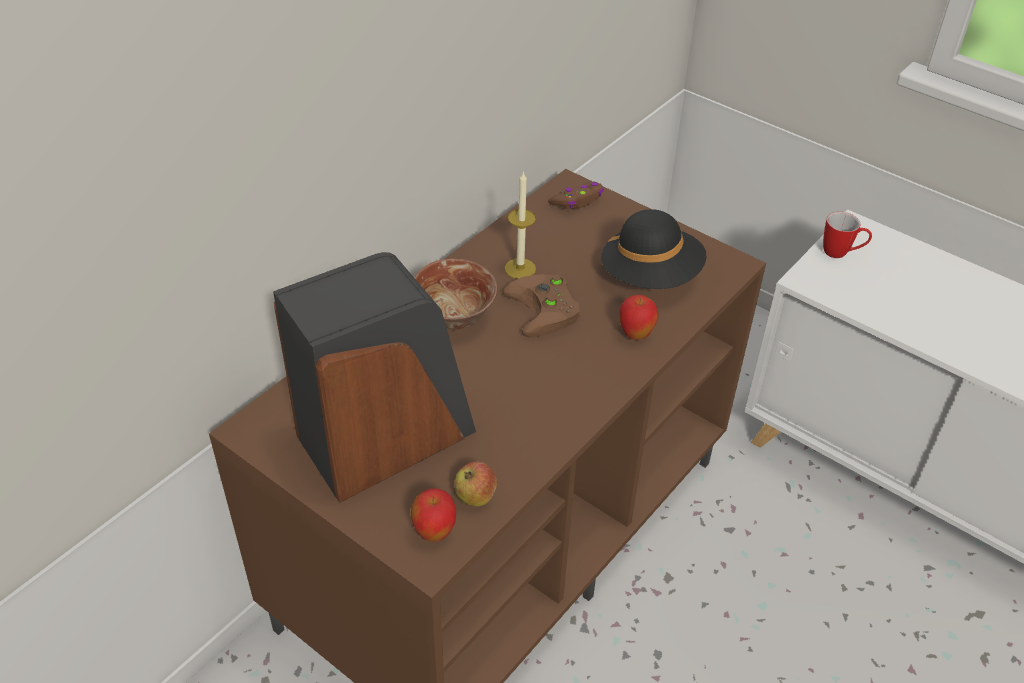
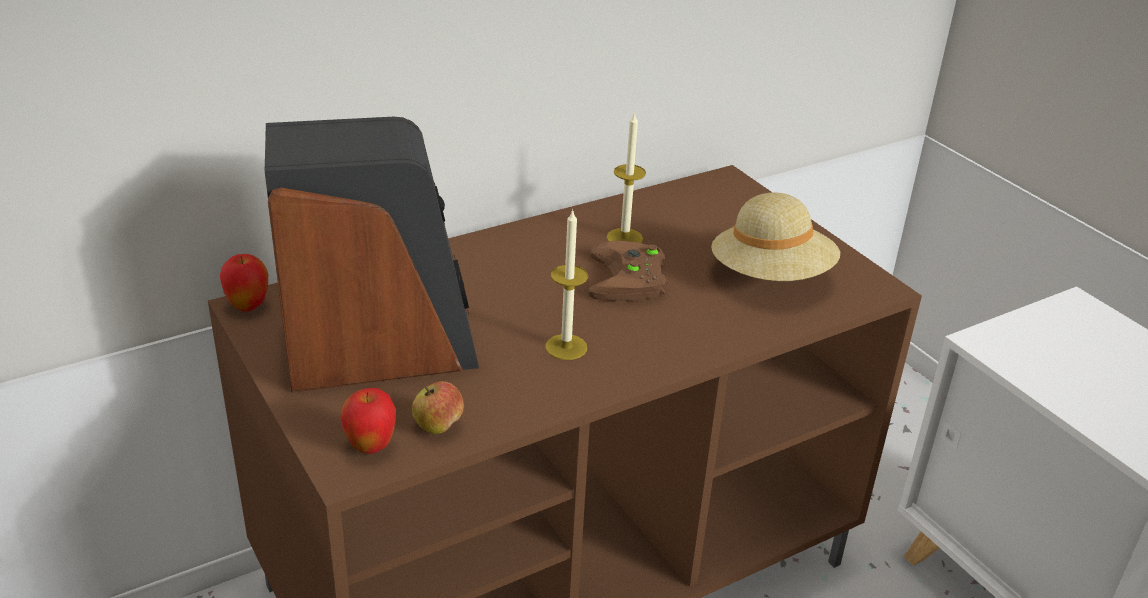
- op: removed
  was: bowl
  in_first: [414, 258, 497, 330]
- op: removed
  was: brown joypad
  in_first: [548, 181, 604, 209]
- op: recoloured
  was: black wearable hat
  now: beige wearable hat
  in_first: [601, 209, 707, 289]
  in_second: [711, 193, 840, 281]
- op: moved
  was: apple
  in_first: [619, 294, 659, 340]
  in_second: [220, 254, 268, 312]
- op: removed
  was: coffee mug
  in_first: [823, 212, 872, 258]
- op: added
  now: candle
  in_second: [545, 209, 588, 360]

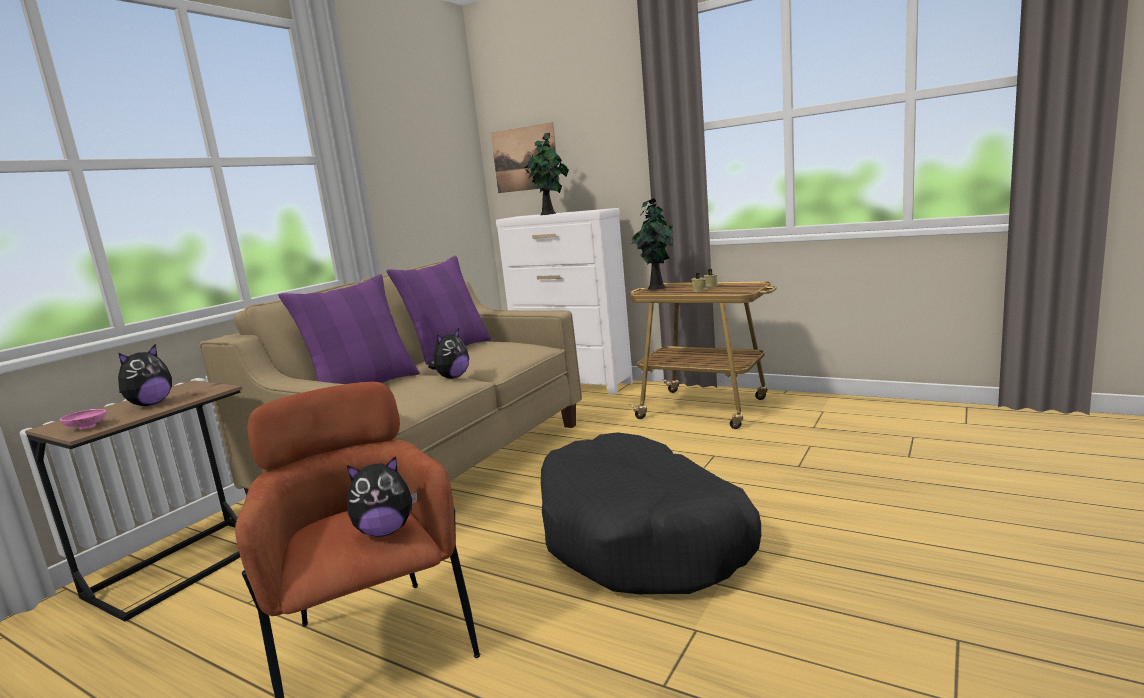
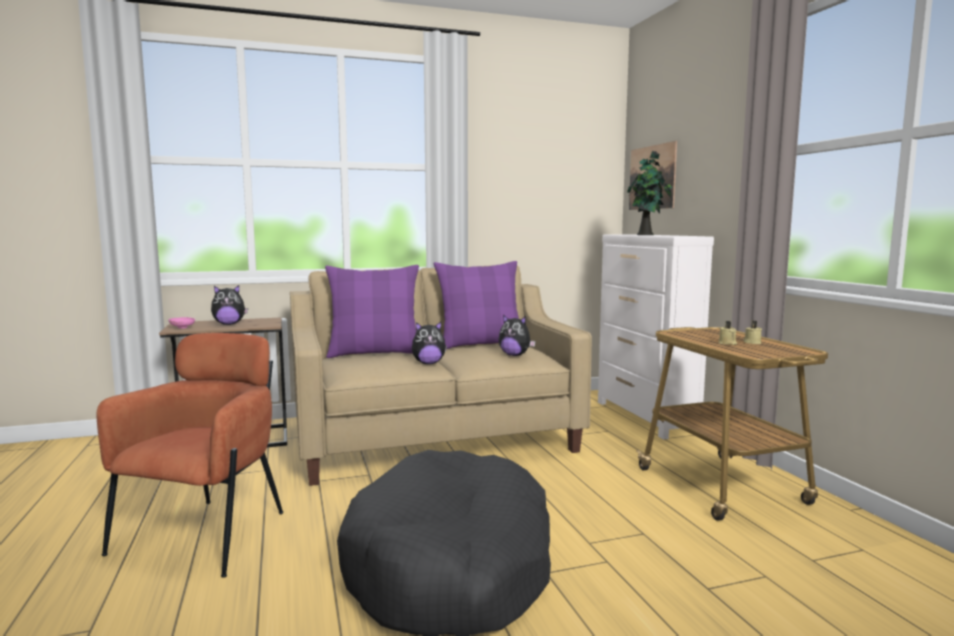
- op: moved
  was: cuddly toy
  in_first: [347, 456, 417, 537]
  in_second: [499, 315, 536, 356]
- op: removed
  was: houseplant
  in_first: [631, 198, 673, 290]

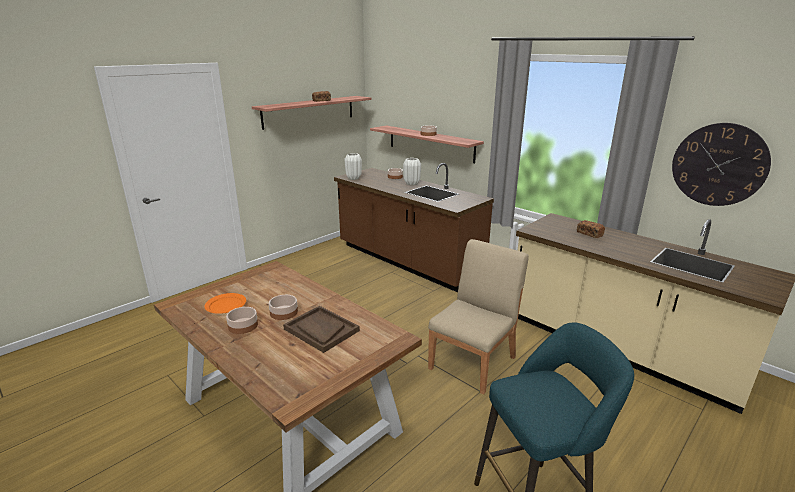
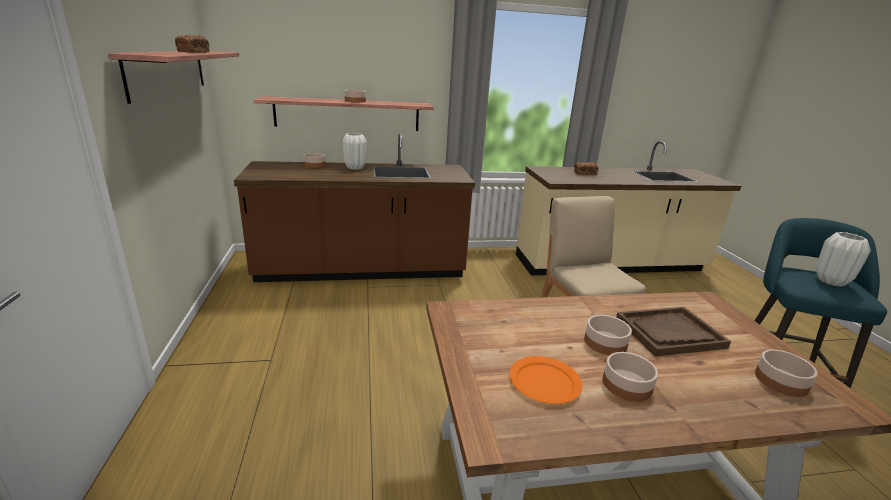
- op: moved
  was: white-coloured vase
  in_first: [344, 153, 362, 180]
  in_second: [816, 232, 871, 287]
- op: removed
  was: clock on the wall
  in_first: [672, 123, 771, 206]
- op: added
  now: bowl
  in_second: [755, 349, 818, 397]

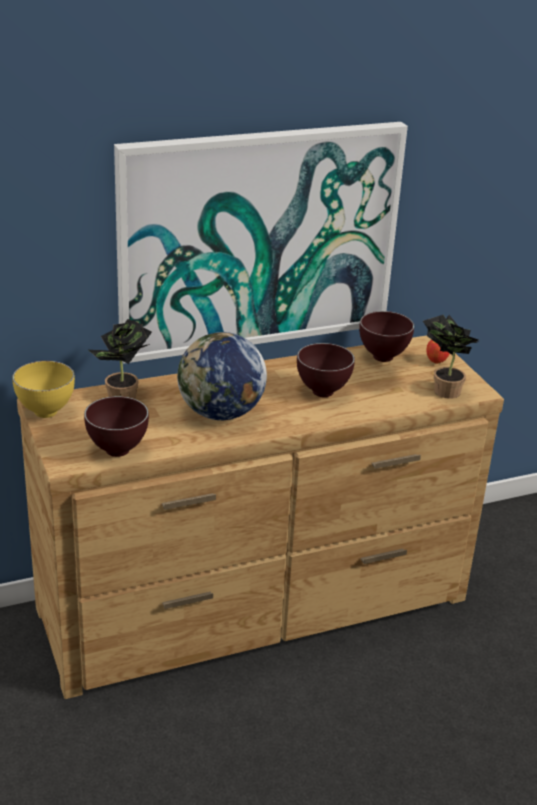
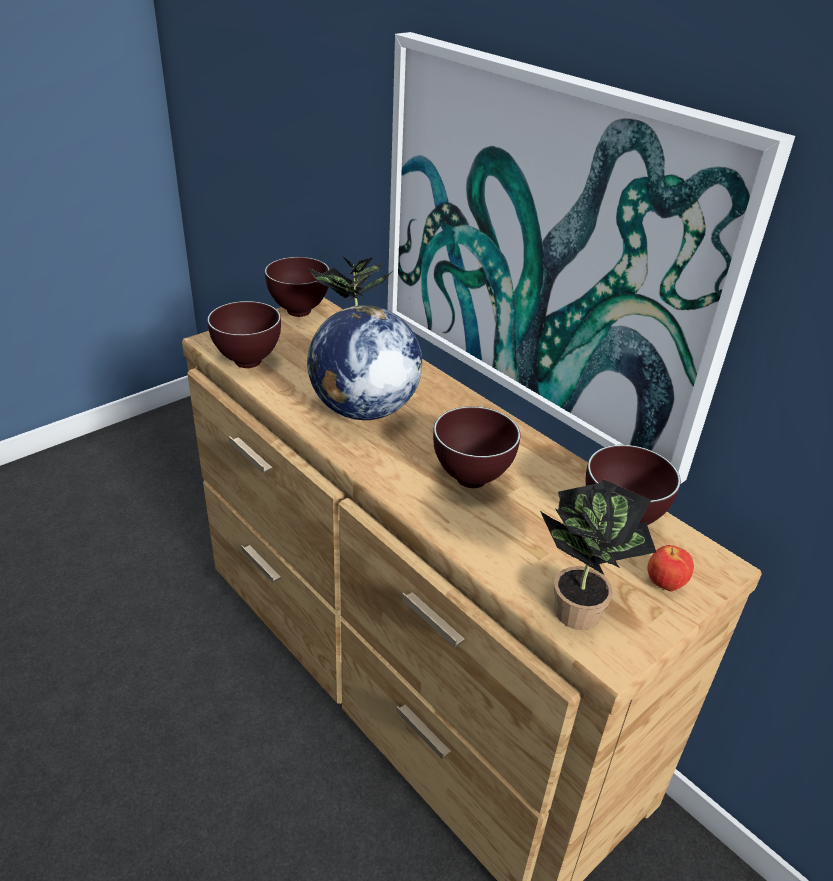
- op: recoloured
  was: yellow-coloured bowl
  now: brown bowl
  in_first: [12, 361, 75, 418]
  in_second: [265, 257, 330, 317]

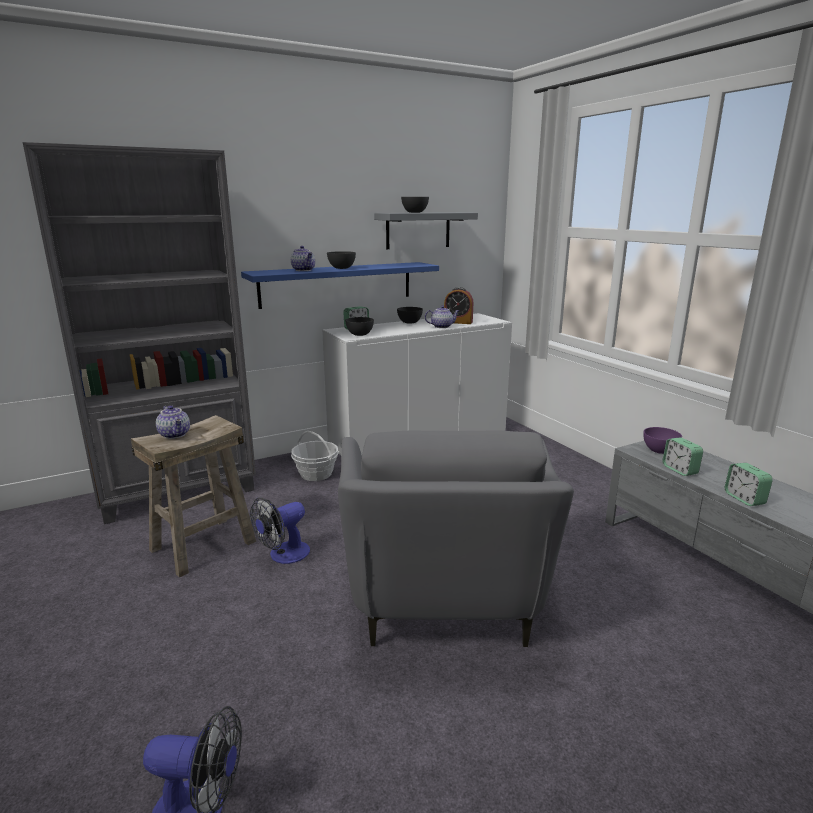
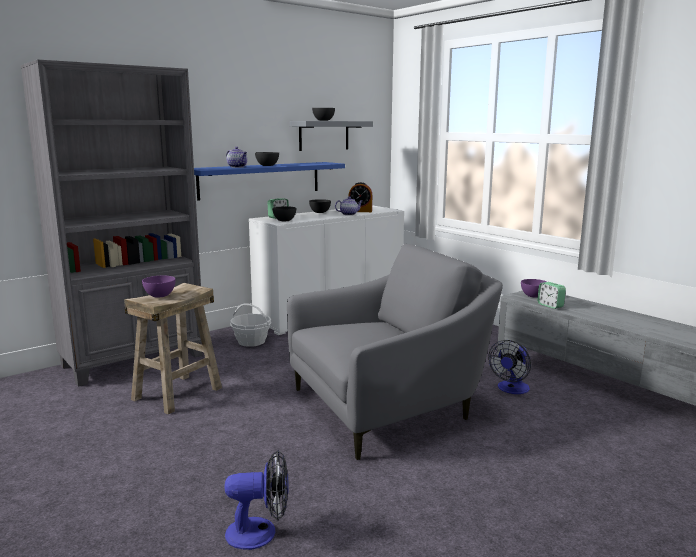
- op: replaced
  was: tea pot
  now: purplish bowl
  in_first: [156, 405, 190, 439]
  in_second: [142, 276, 176, 298]
- op: moved
  was: fan
  in_first: [250, 498, 310, 564]
  in_second: [488, 340, 531, 394]
- op: turned
  was: greyish easy chair
  in_first: [338, 430, 574, 647]
  in_second: [287, 244, 503, 460]
  clockwise: -105
- op: removed
  was: bedside clock
  in_first: [725, 463, 773, 506]

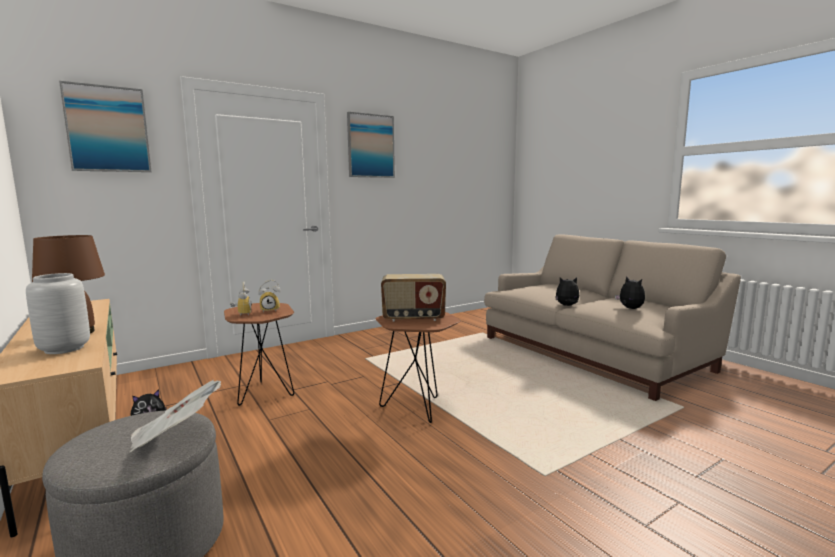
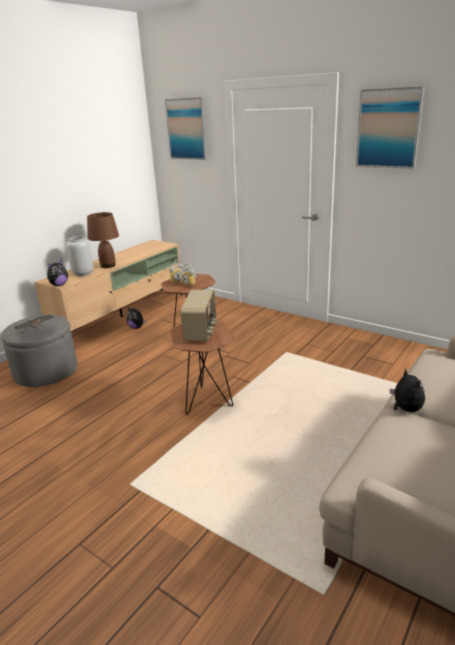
- op: turned
  was: radio
  in_first: [381, 274, 446, 322]
  in_second: [181, 290, 217, 341]
  clockwise: -150
- op: moved
  was: cuddly toy
  in_first: [615, 277, 645, 309]
  in_second: [47, 260, 68, 286]

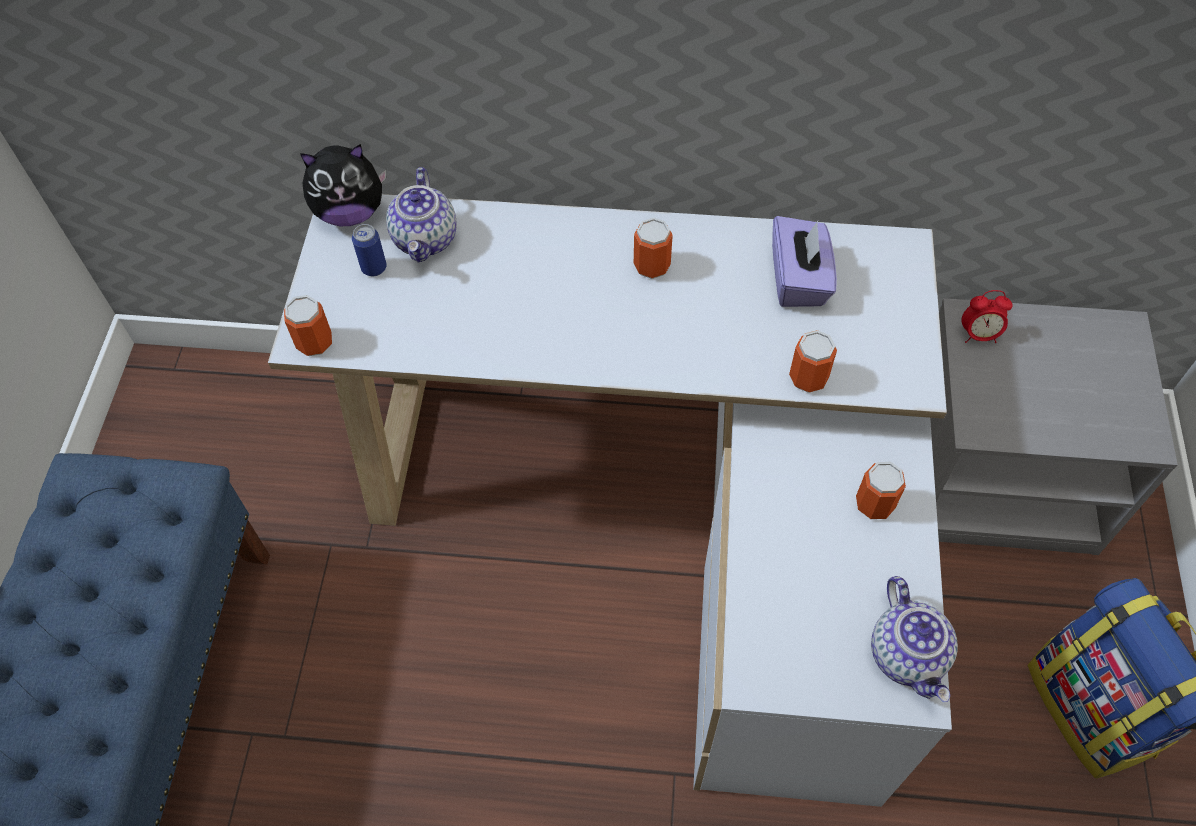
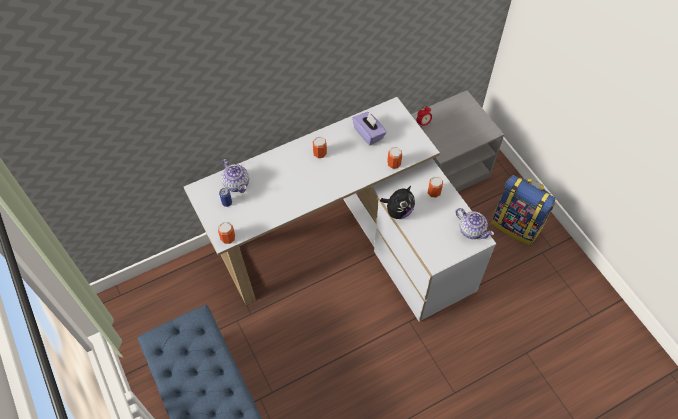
- op: moved
  was: cuddly toy
  in_first: [300, 144, 386, 226]
  in_second: [380, 186, 415, 219]

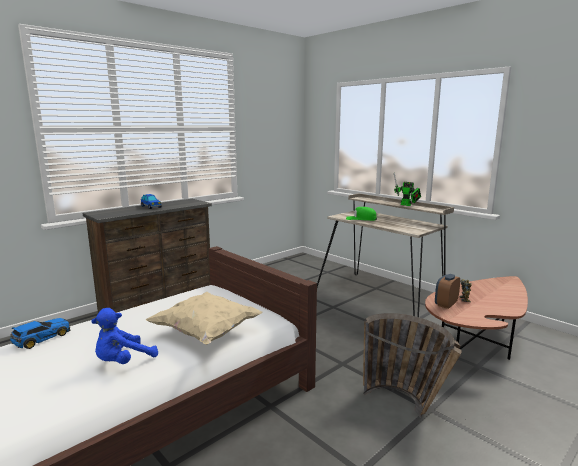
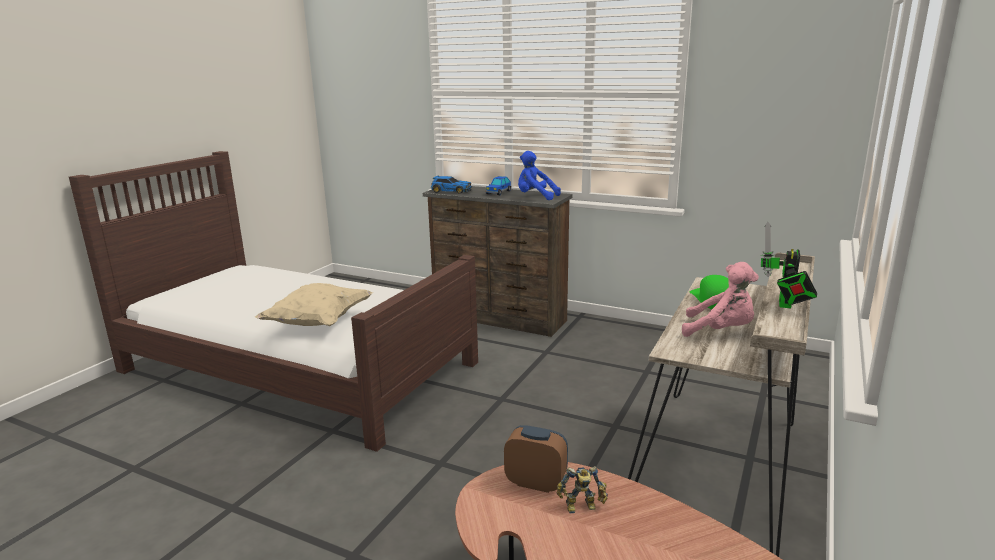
- op: moved
  was: miniature car
  in_first: [10, 318, 71, 349]
  in_second: [431, 175, 472, 194]
- op: moved
  was: blue-coloured cuddly toy
  in_first: [91, 308, 158, 364]
  in_second: [518, 151, 561, 200]
- op: removed
  was: household basket
  in_first: [363, 313, 462, 418]
- op: added
  now: pinkish cuddly toy
  in_second: [682, 262, 759, 337]

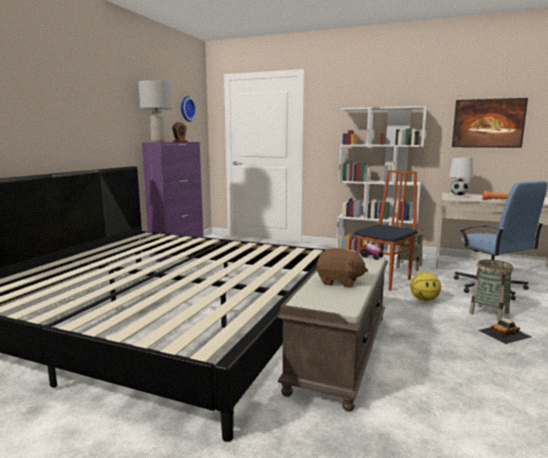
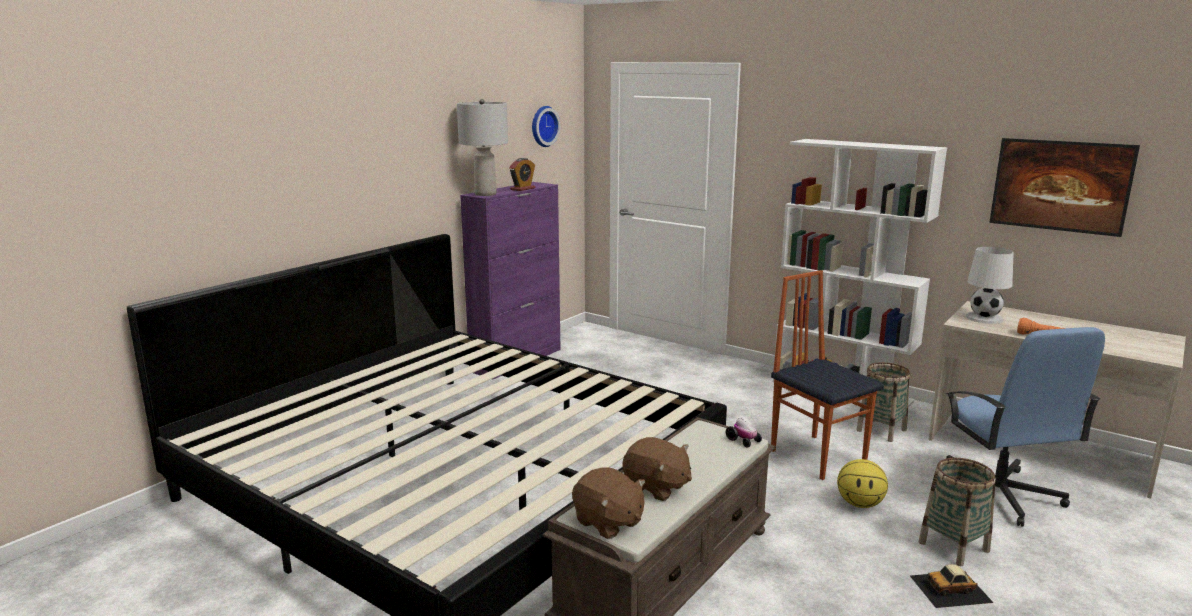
- op: turned
  was: upright chair
  in_first: [355, 170, 418, 291]
  in_second: [771, 270, 884, 480]
  clockwise: -90
- op: added
  now: brown cuddly toy
  in_second: [572, 468, 645, 539]

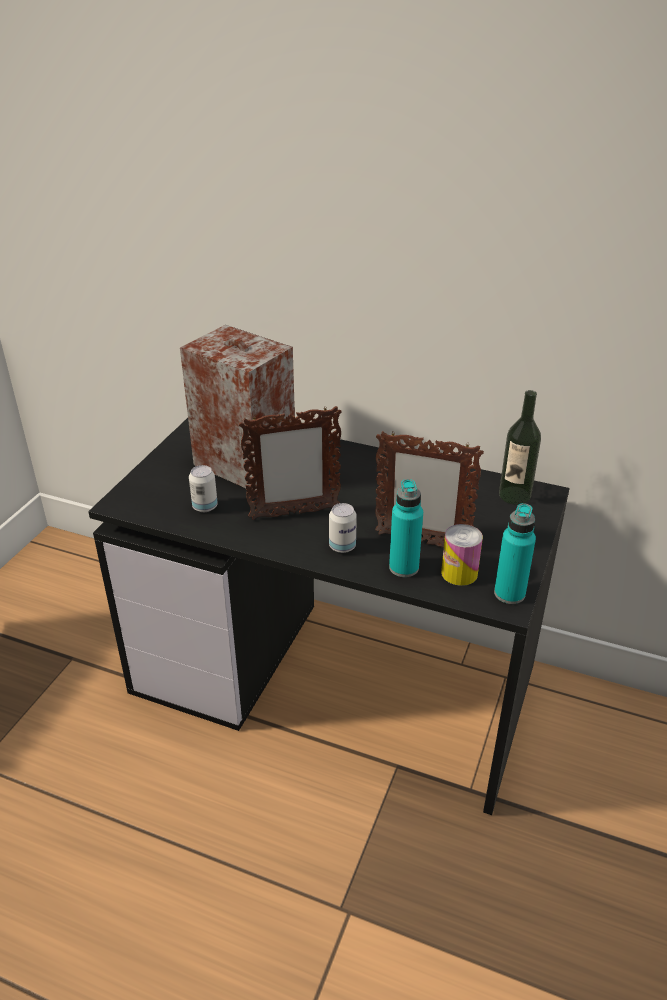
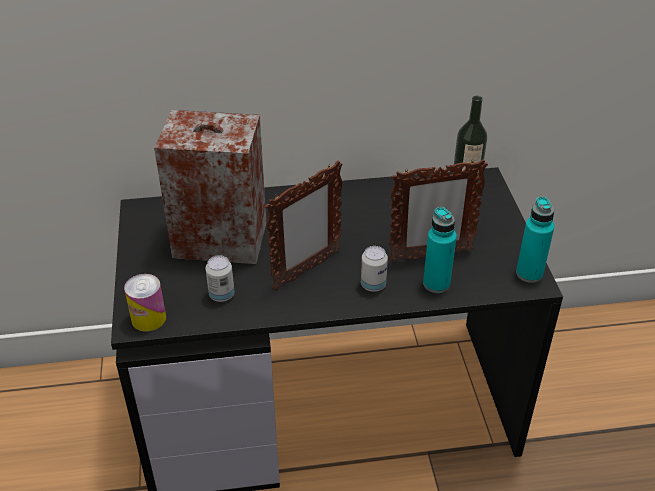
- op: moved
  was: metal can
  in_first: [441, 524, 483, 586]
  in_second: [124, 274, 166, 332]

